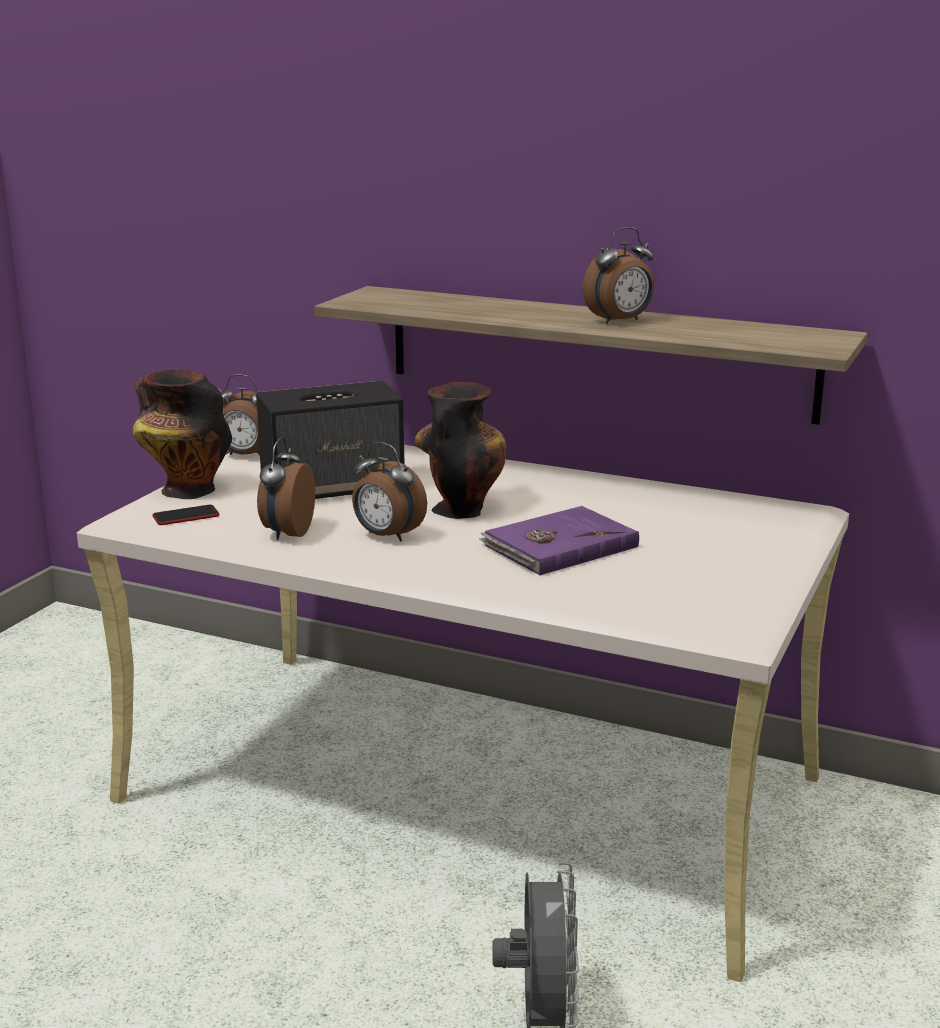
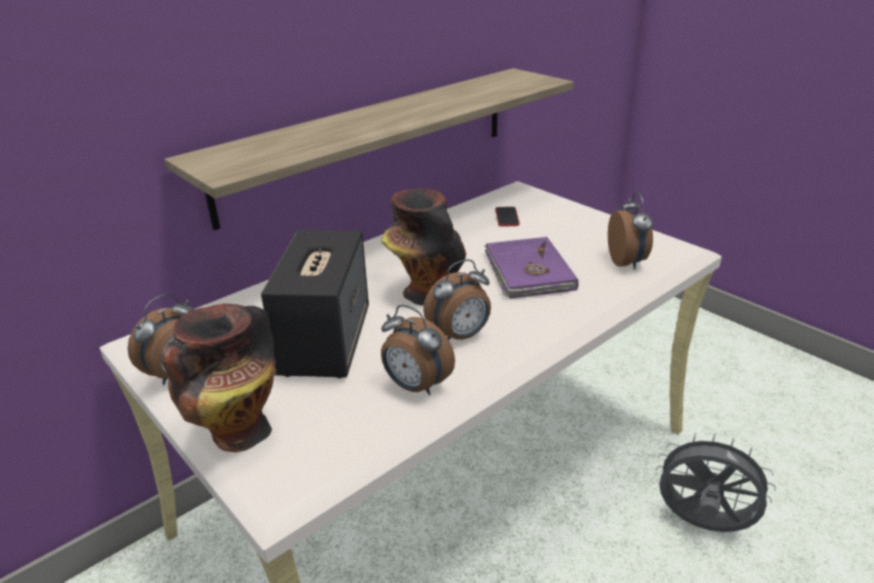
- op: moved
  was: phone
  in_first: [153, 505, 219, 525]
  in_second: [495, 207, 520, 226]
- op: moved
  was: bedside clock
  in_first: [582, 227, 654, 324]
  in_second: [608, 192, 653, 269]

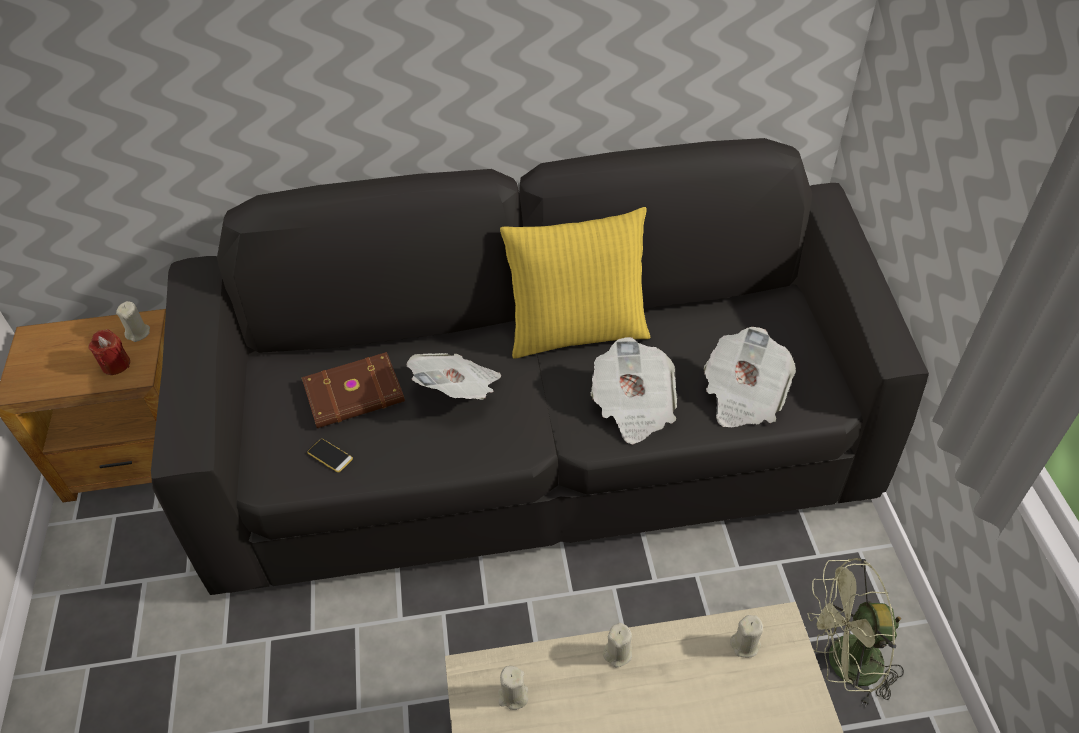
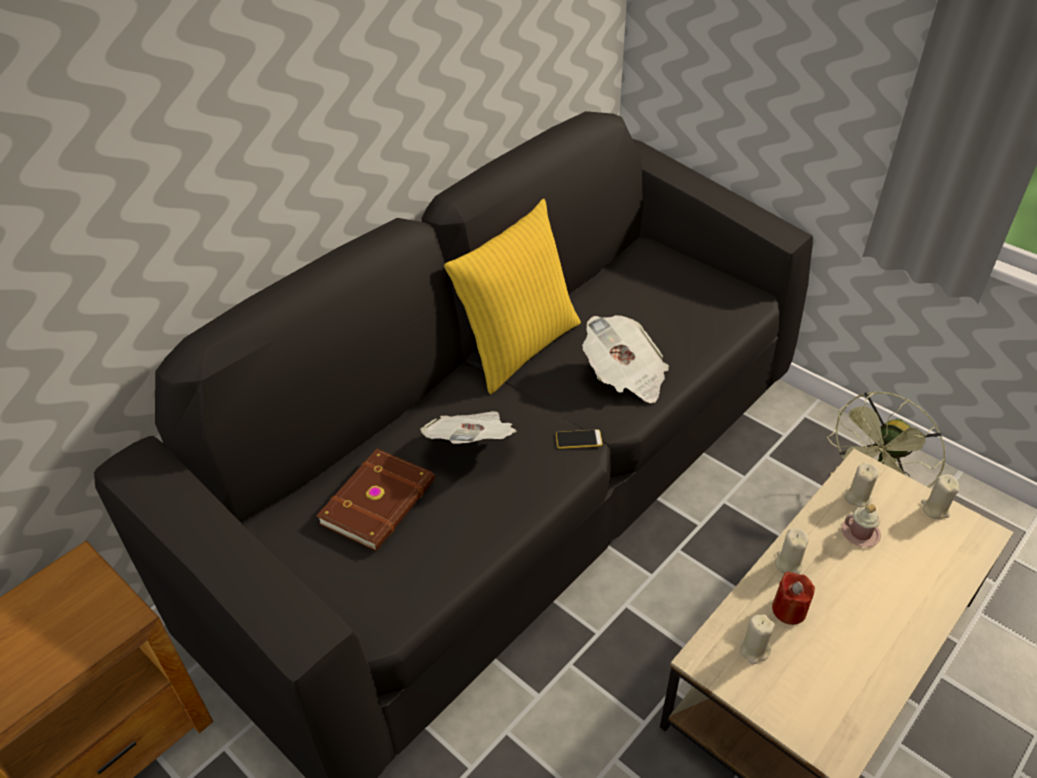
- op: moved
  was: red candle
  in_first: [88, 329, 130, 375]
  in_second: [772, 572, 815, 625]
- op: moved
  was: beige candle
  in_first: [116, 301, 150, 342]
  in_second: [921, 474, 959, 520]
- op: moved
  was: phone
  in_first: [307, 439, 353, 473]
  in_second: [556, 429, 603, 449]
- op: removed
  was: printed paper
  in_first: [704, 327, 796, 427]
- op: added
  now: pinkish coffee mug
  in_second: [842, 504, 881, 547]

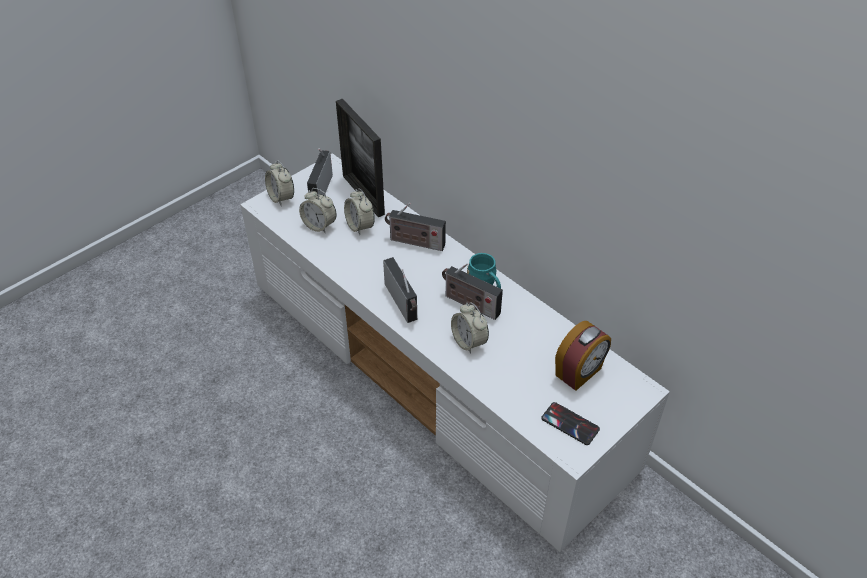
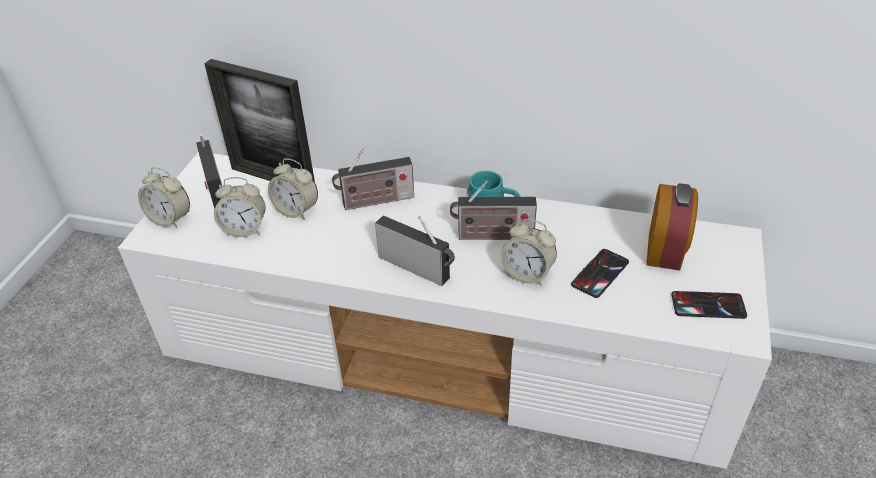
- op: added
  now: phone
  in_second: [571, 249, 629, 298]

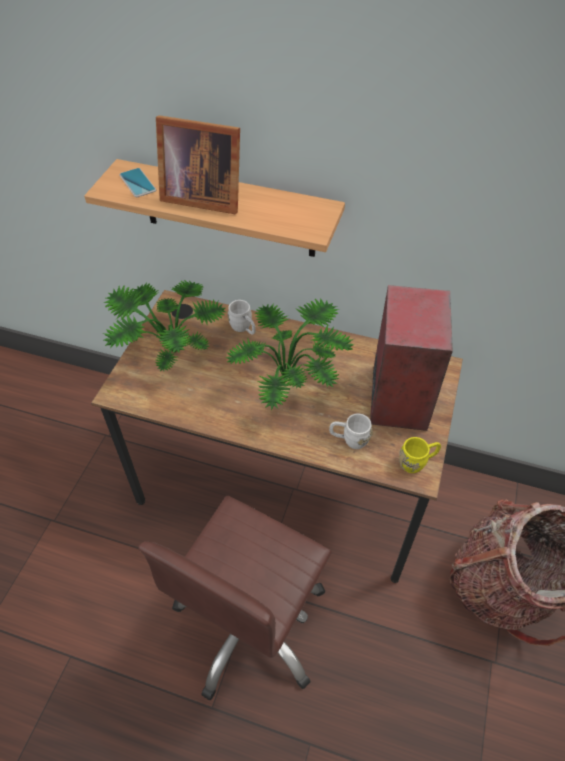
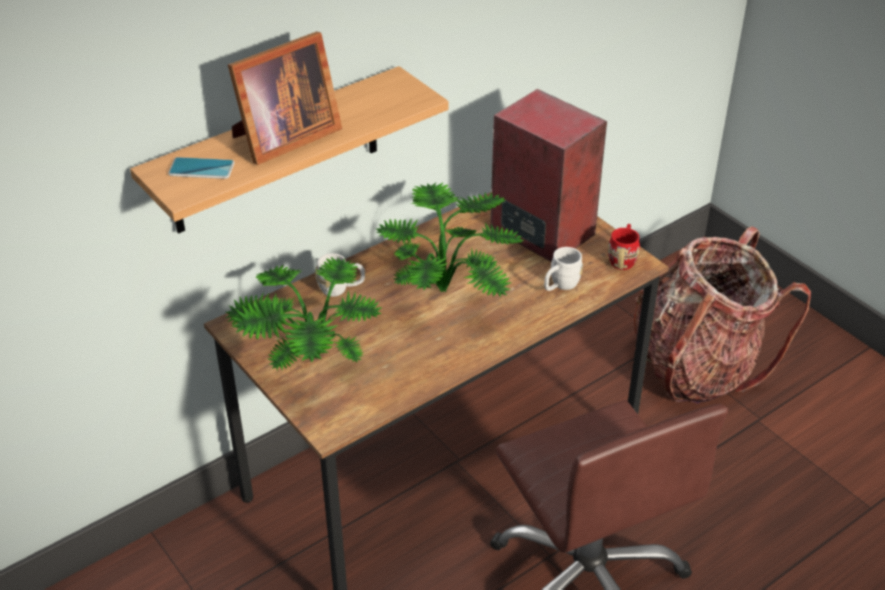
- op: recoloured
  was: yellow-coloured coffee mug
  now: red coffee mug
  in_first: [399, 437, 441, 473]
  in_second: [608, 224, 640, 270]

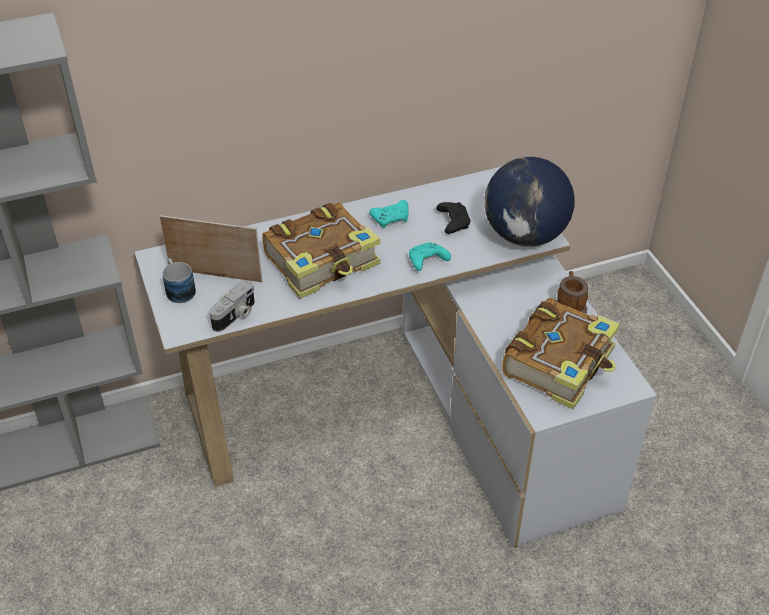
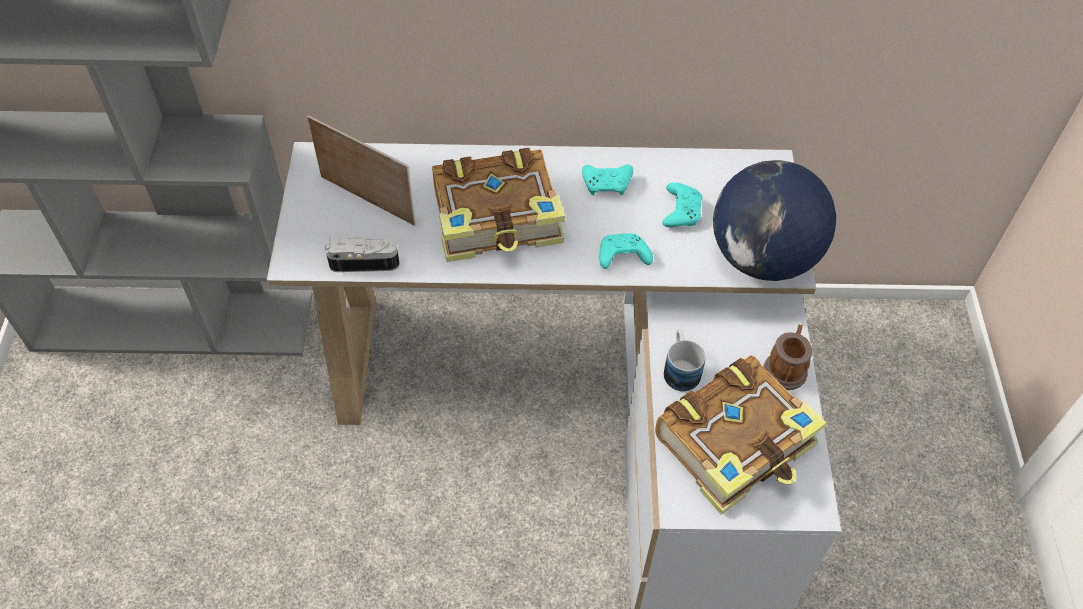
- op: moved
  was: coffee mug
  in_first: [163, 258, 196, 303]
  in_second: [664, 329, 705, 391]
- op: turned
  was: photo camera
  in_first: [209, 281, 255, 332]
  in_second: [325, 237, 400, 272]
  clockwise: -150
- op: recoloured
  was: black joypad
  now: turquoise-coloured joypad
  in_first: [436, 202, 470, 234]
  in_second: [662, 182, 702, 227]

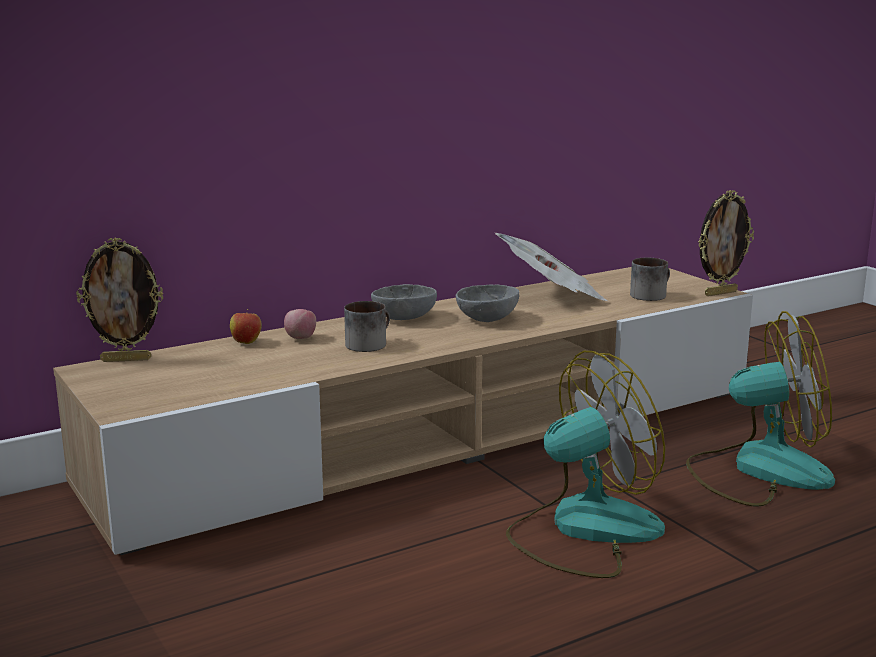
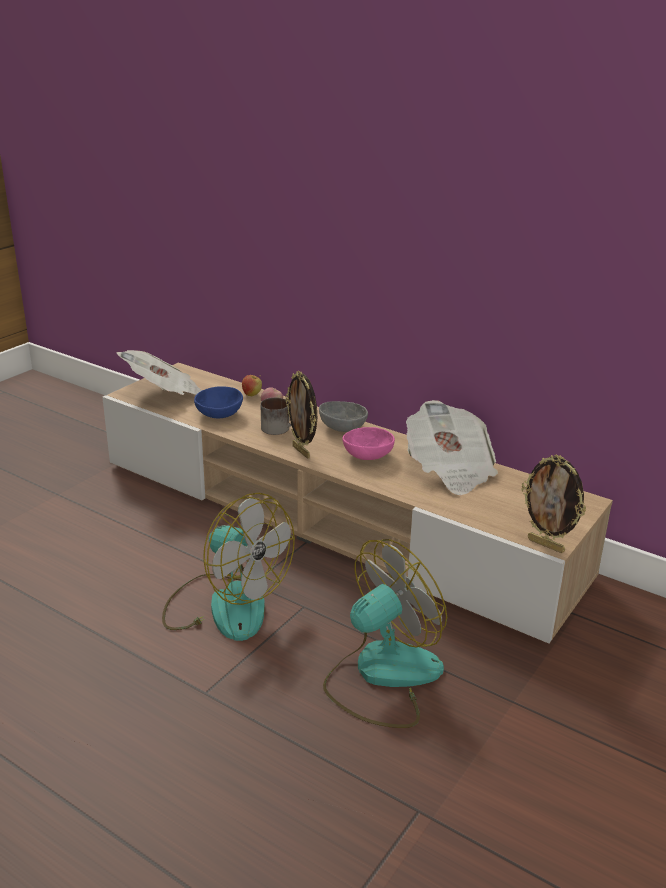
- op: moved
  was: picture frame
  in_first: [76, 238, 164, 362]
  in_second: [285, 371, 317, 459]
- op: recoloured
  was: greyish bowl
  now: pinkish bowl
  in_first: [456, 284, 519, 322]
  in_second: [342, 427, 395, 460]
- op: removed
  was: coffee mug
  in_first: [630, 258, 670, 301]
- op: turned
  was: fan
  in_first: [686, 311, 835, 507]
  in_second: [323, 539, 447, 728]
  clockwise: -105
- op: added
  now: printed paper
  in_second: [117, 350, 202, 395]
- op: added
  now: blue-coloured bowl
  in_second: [194, 386, 243, 419]

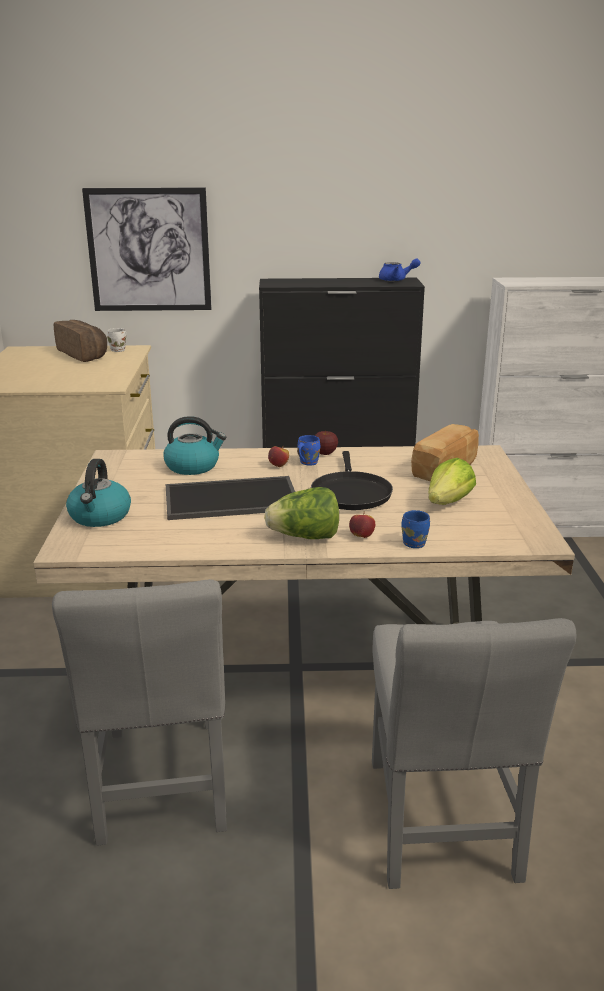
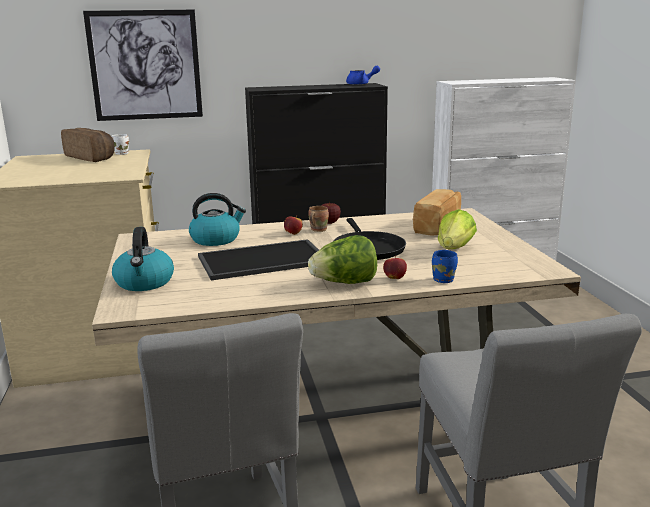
- op: recoloured
  was: blue-coloured coffee mug
  now: brown coffee mug
  in_first: [297, 435, 320, 466]
  in_second: [309, 206, 329, 232]

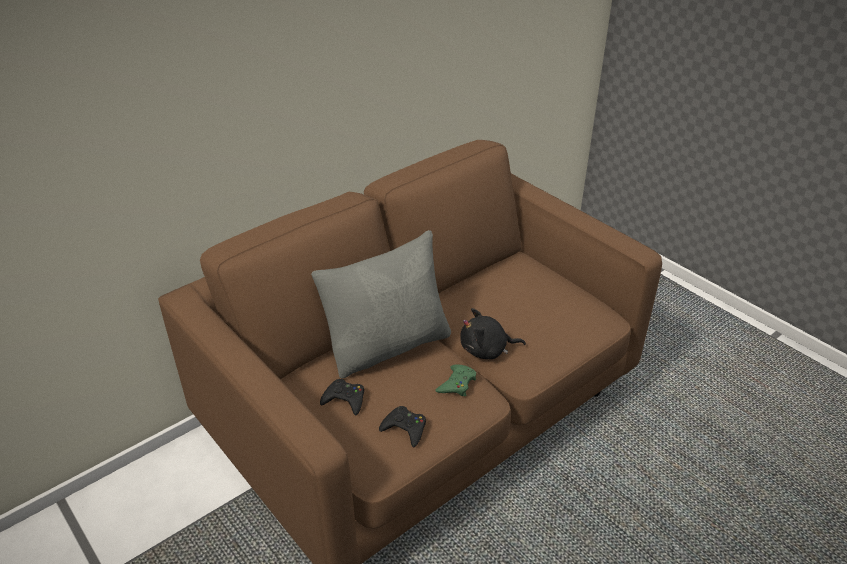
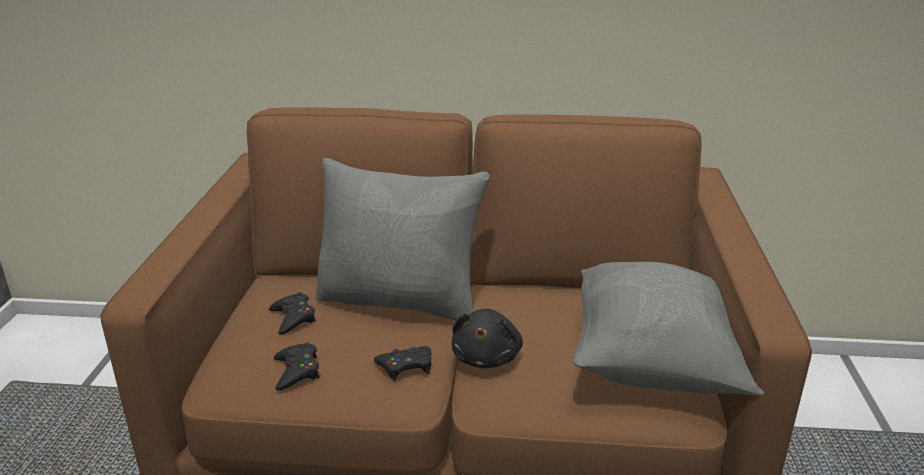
- op: recoloured
  was: greenish joypad
  now: black joypad
  in_first: [435, 364, 476, 397]
  in_second: [374, 346, 431, 381]
- op: turned
  was: black cuddly toy
  in_first: [460, 308, 526, 359]
  in_second: [452, 309, 523, 368]
  clockwise: -120
- op: added
  now: greyish cushion
  in_second: [572, 262, 765, 396]

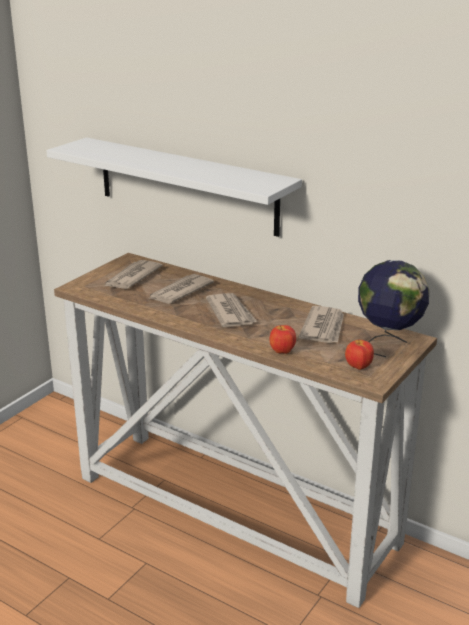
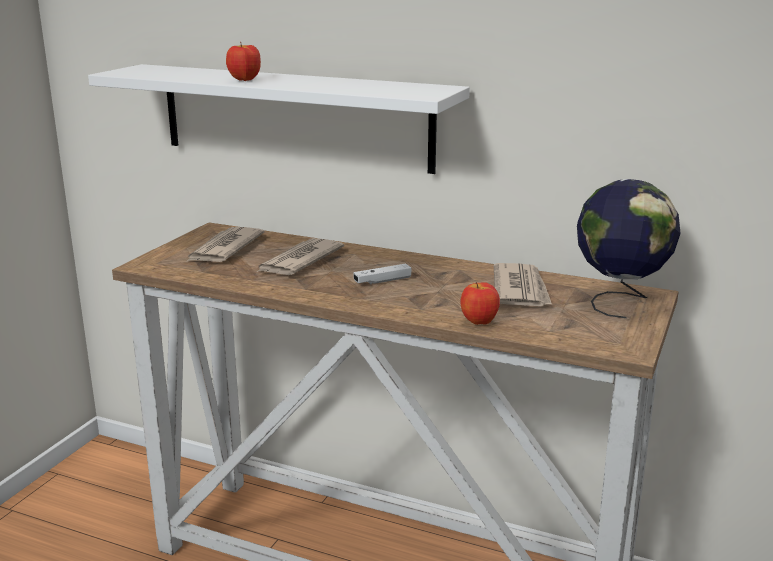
- op: replaced
  was: printed paper
  now: white-coloured joypad
  in_first: [206, 293, 257, 327]
  in_second: [353, 263, 412, 284]
- op: moved
  was: apple
  in_first: [345, 339, 374, 370]
  in_second: [226, 42, 261, 81]

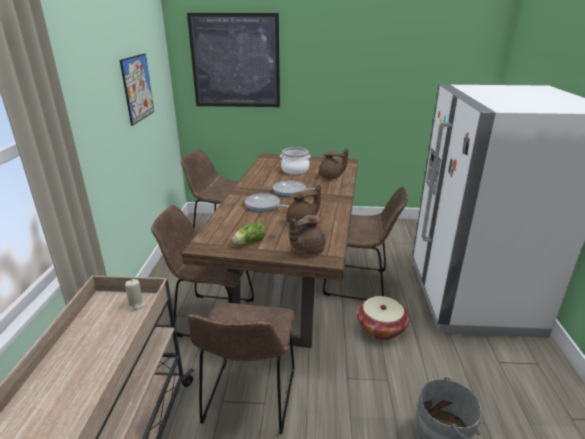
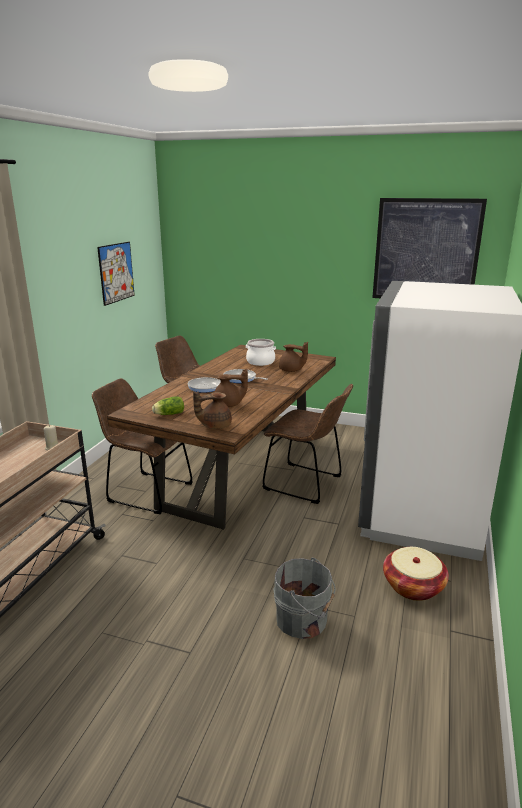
- op: moved
  was: wall art
  in_first: [187, 13, 280, 107]
  in_second: [372, 198, 487, 298]
- op: removed
  was: brown upright chair
  in_first: [187, 303, 295, 434]
- op: moved
  was: household basket
  in_first: [357, 296, 409, 340]
  in_second: [383, 547, 449, 601]

